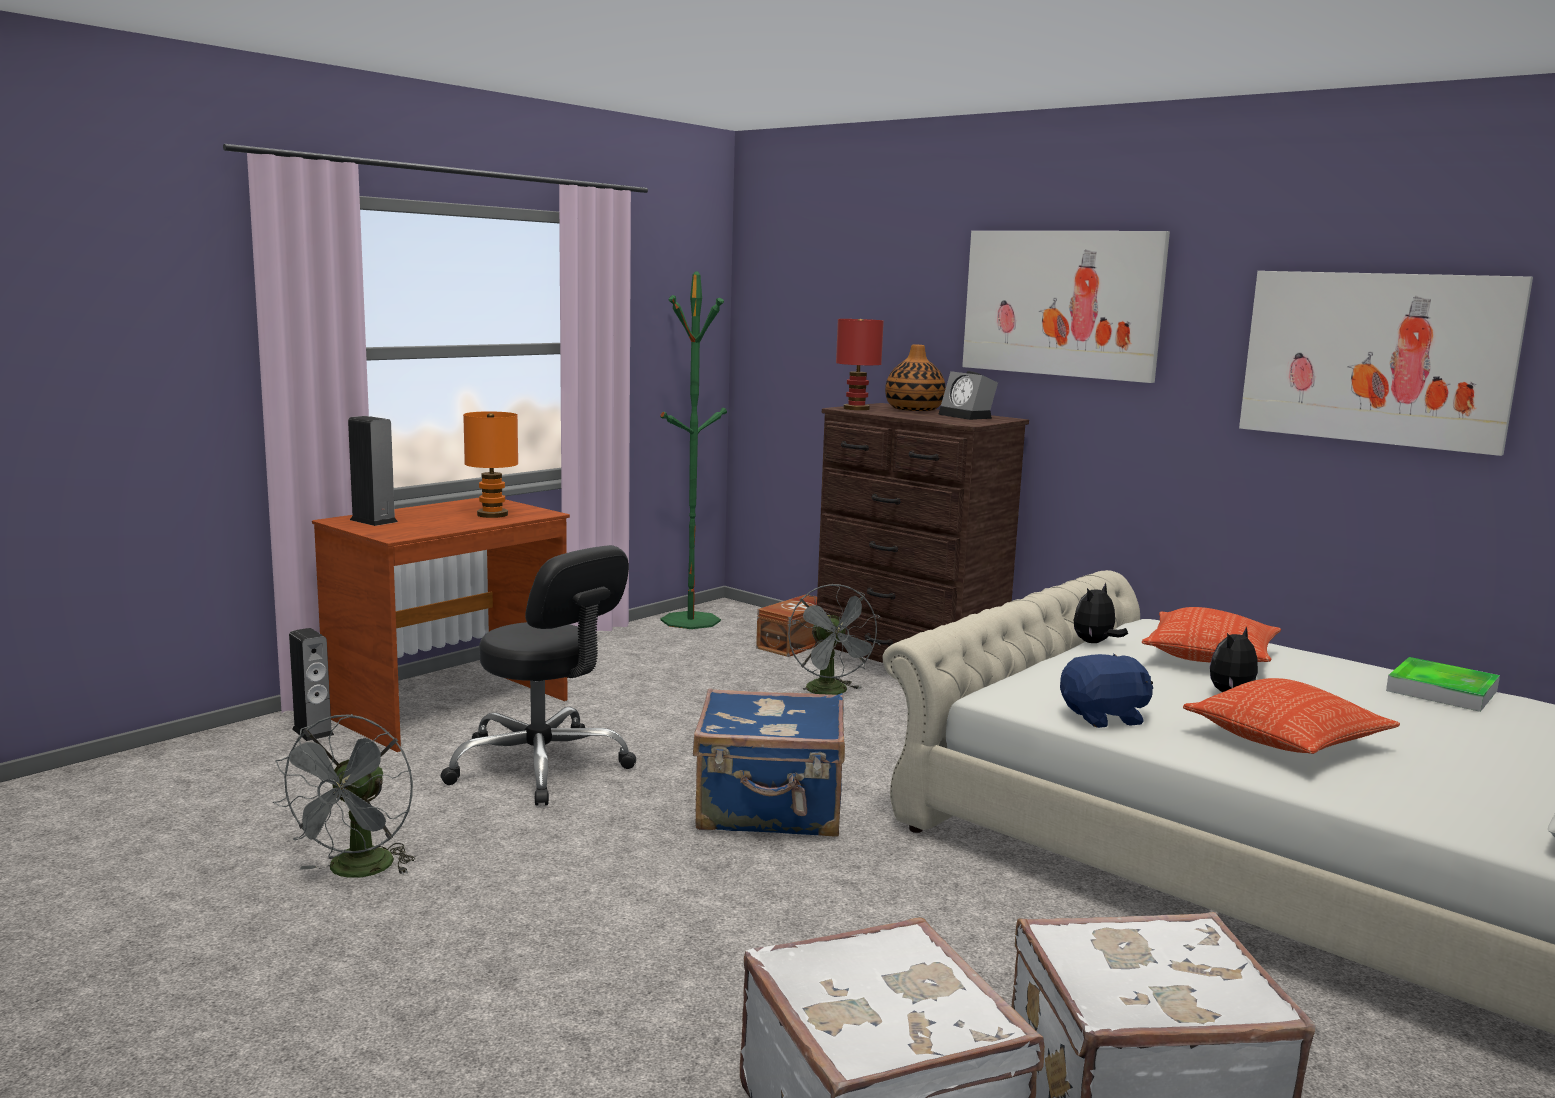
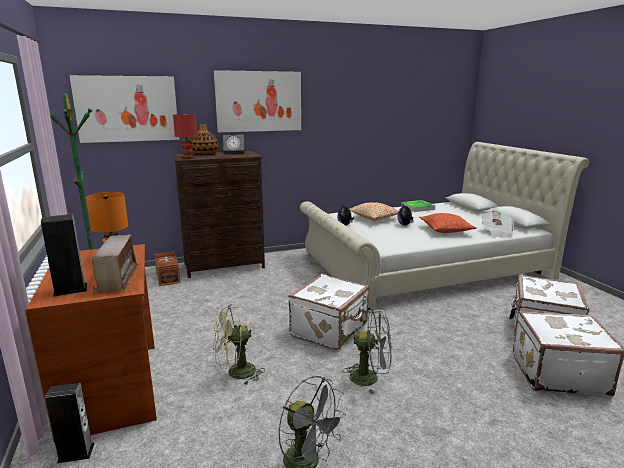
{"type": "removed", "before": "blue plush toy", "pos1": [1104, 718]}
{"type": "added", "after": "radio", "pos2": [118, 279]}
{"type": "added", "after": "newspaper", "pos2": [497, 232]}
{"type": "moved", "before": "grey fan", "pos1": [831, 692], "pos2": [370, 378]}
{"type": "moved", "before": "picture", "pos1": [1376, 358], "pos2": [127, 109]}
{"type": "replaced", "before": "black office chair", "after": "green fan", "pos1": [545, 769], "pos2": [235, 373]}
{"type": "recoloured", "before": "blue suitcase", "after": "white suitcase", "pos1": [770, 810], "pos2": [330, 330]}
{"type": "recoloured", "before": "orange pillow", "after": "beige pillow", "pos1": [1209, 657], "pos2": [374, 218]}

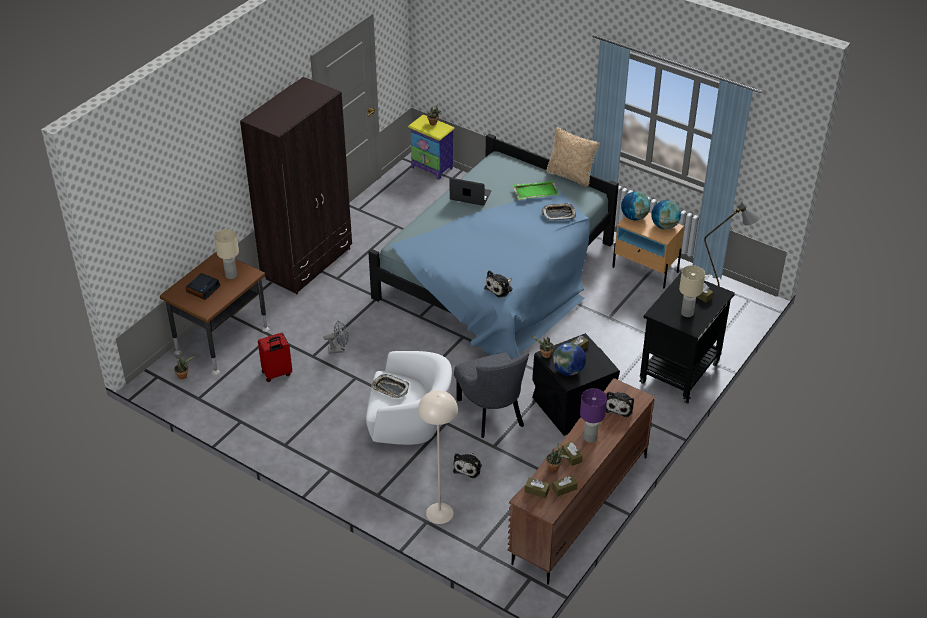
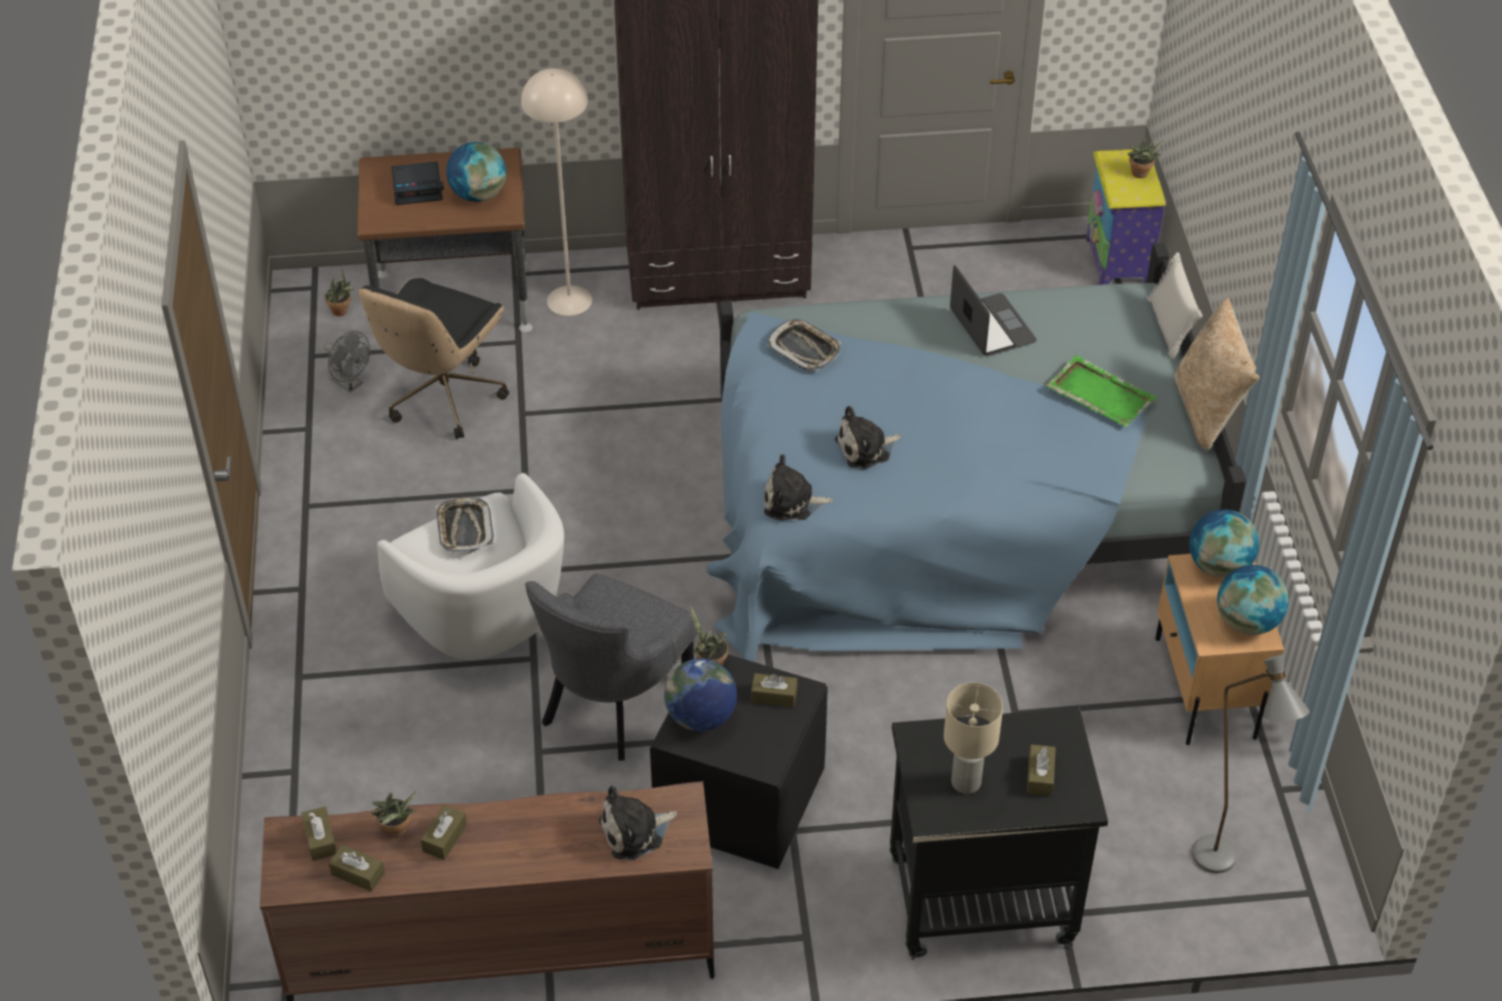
{"type": "removed", "before": "purple table lamp", "pos1": [590, 438]}
{"type": "added", "after": "white pillow", "pos2": [1170, 328]}
{"type": "moved", "before": "grey fan", "pos1": [339, 349], "pos2": [350, 384]}
{"type": "moved", "before": "beige floor lamp", "pos1": [439, 513], "pos2": [569, 300]}
{"type": "moved", "before": "plush toy", "pos1": [468, 467], "pos2": [866, 449]}
{"type": "moved", "before": "tray", "pos1": [559, 214], "pos2": [804, 349]}
{"type": "replaced", "before": "beige table lamp", "after": "globe", "pos1": [231, 275], "pos2": [478, 195]}
{"type": "replaced", "before": "red suitcase", "after": "black office chair", "pos1": [277, 374], "pos2": [444, 401]}

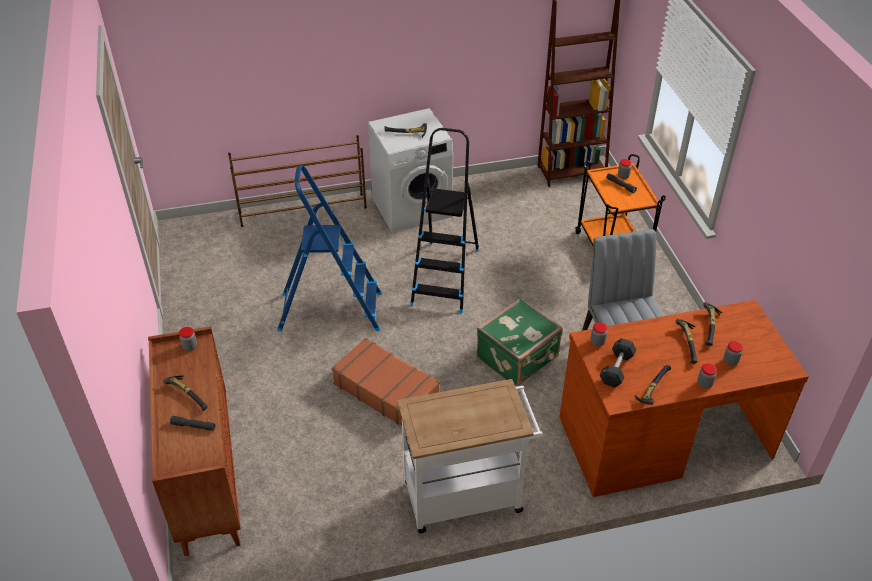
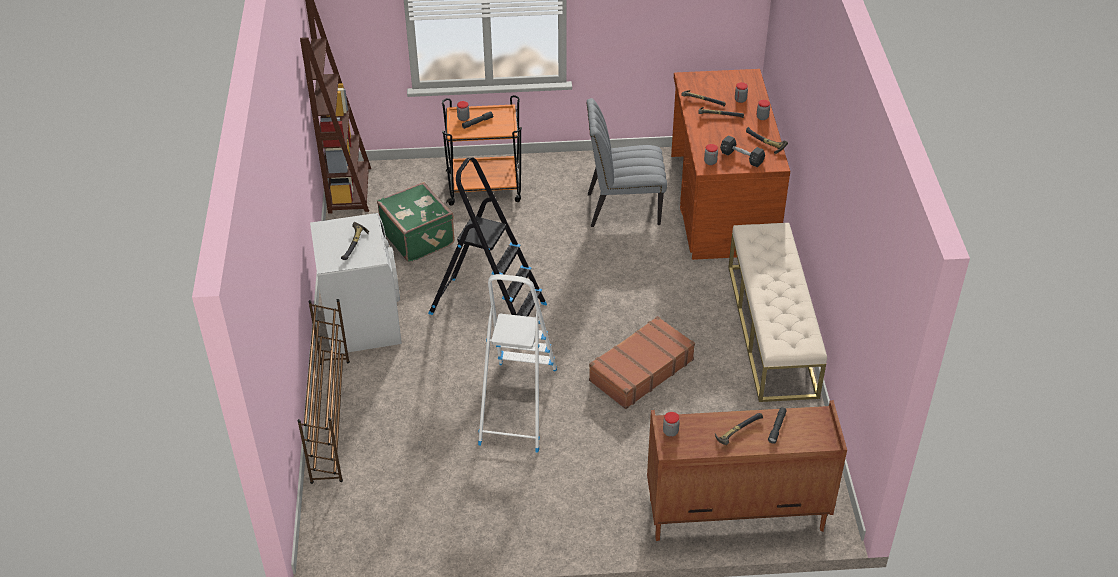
{"type": "moved", "before": "green suitcase", "pos1": [518, 358], "pos2": [418, 237]}
{"type": "replaced", "before": "white cart", "after": "beige bench", "pos1": [466, 497], "pos2": [772, 330]}
{"type": "recoloured", "before": "blue step ladder", "after": "white step ladder", "pos1": [331, 311], "pos2": [518, 404]}

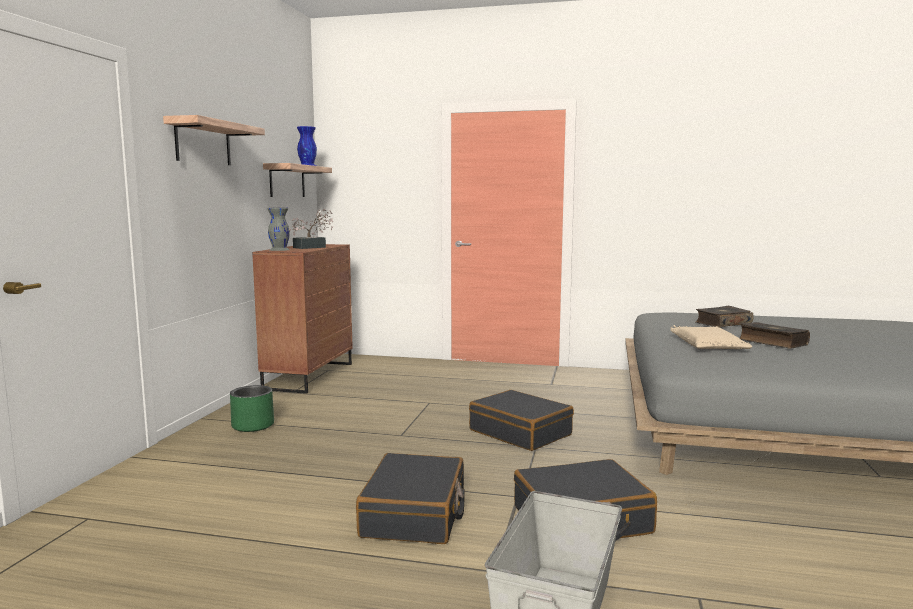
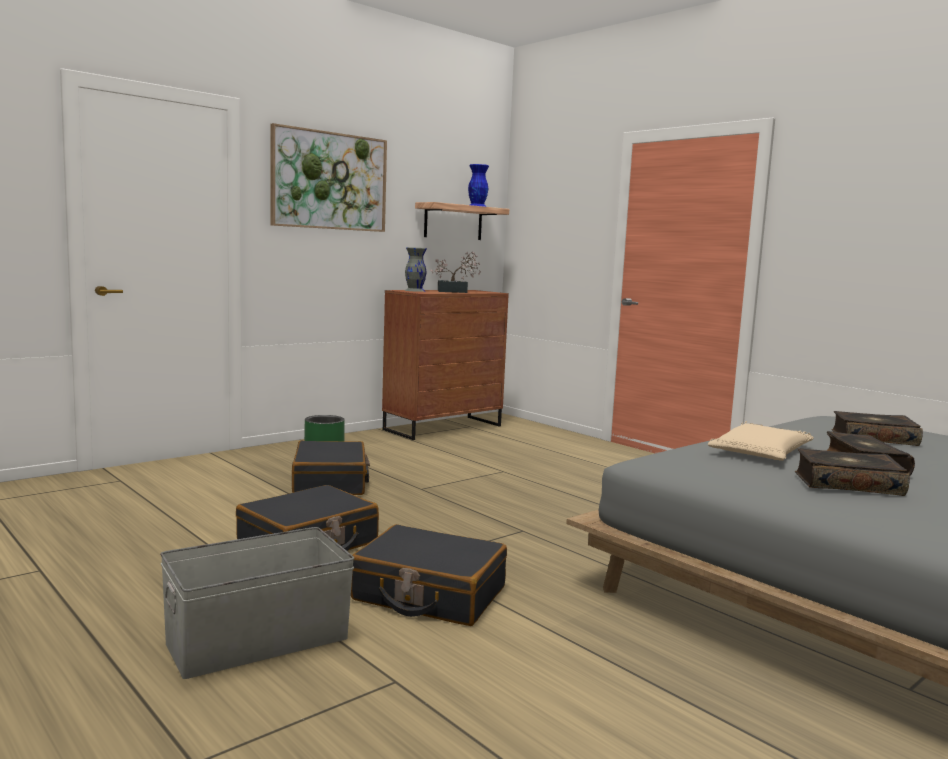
{"type": "added", "after": "book", "pos2": [847, 484]}
{"type": "moved", "before": "black suitcase", "pos1": [520, 432], "pos2": [330, 482]}
{"type": "replaced", "before": "shelf", "after": "picture", "pos1": [203, 143], "pos2": [329, 181]}

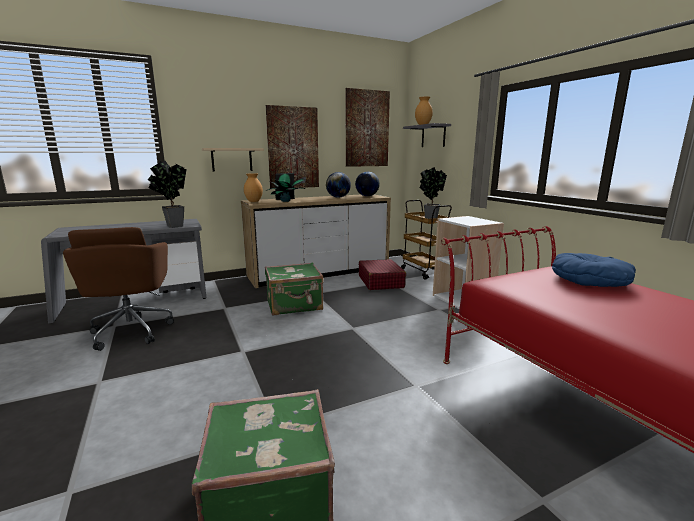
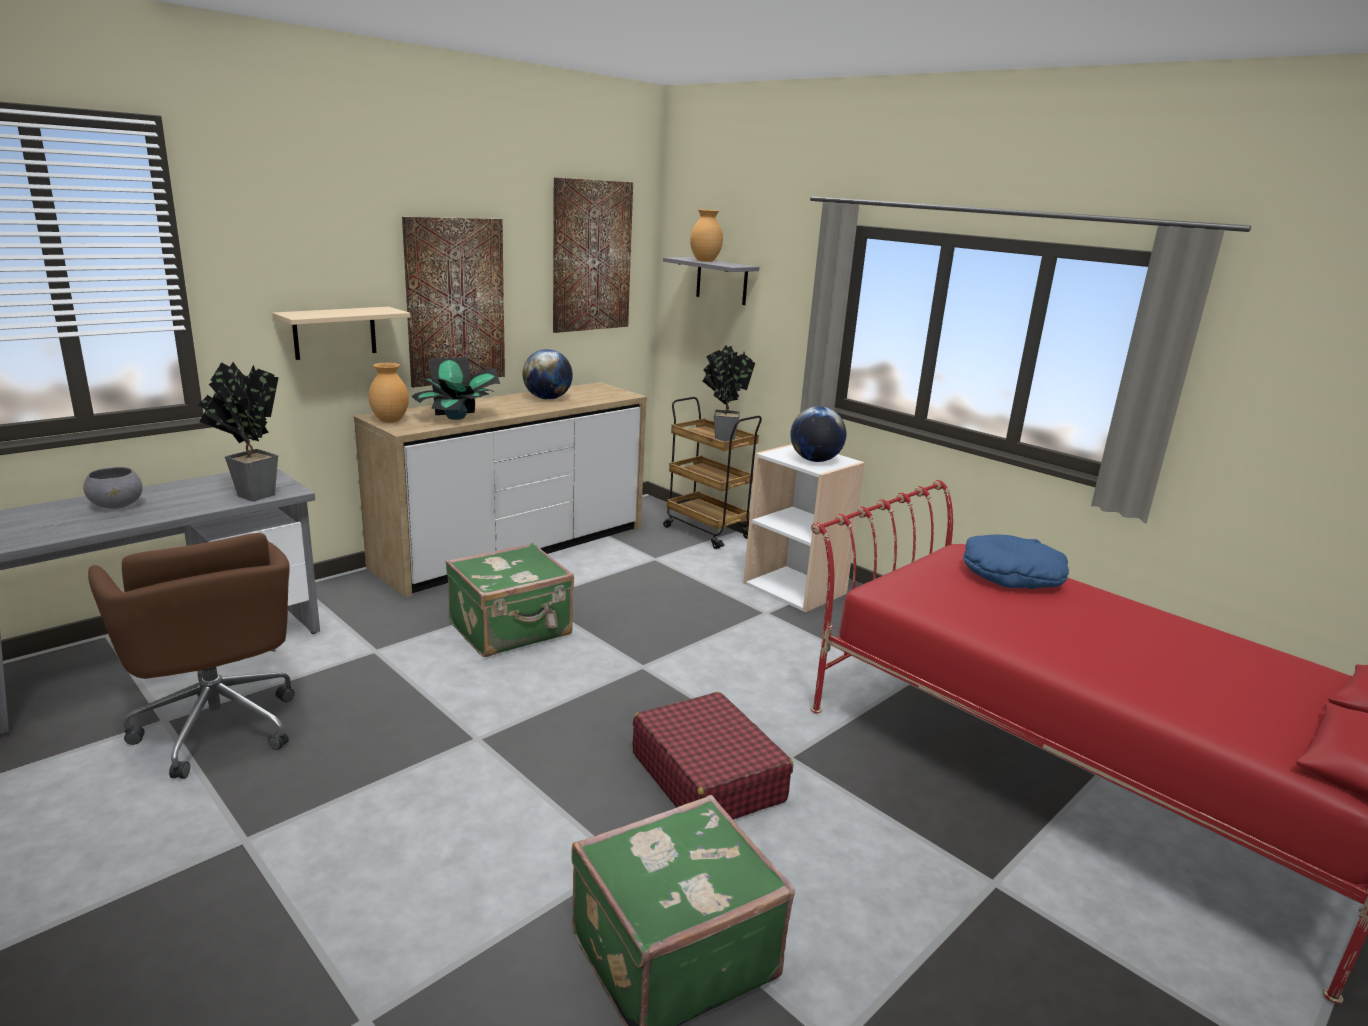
{"type": "added", "after": "grey bowl", "pos2": [117, 506]}
{"type": "moved", "before": "globe", "pos1": [367, 196], "pos2": [815, 460]}
{"type": "moved", "before": "red suitcase", "pos1": [381, 282], "pos2": [707, 776]}

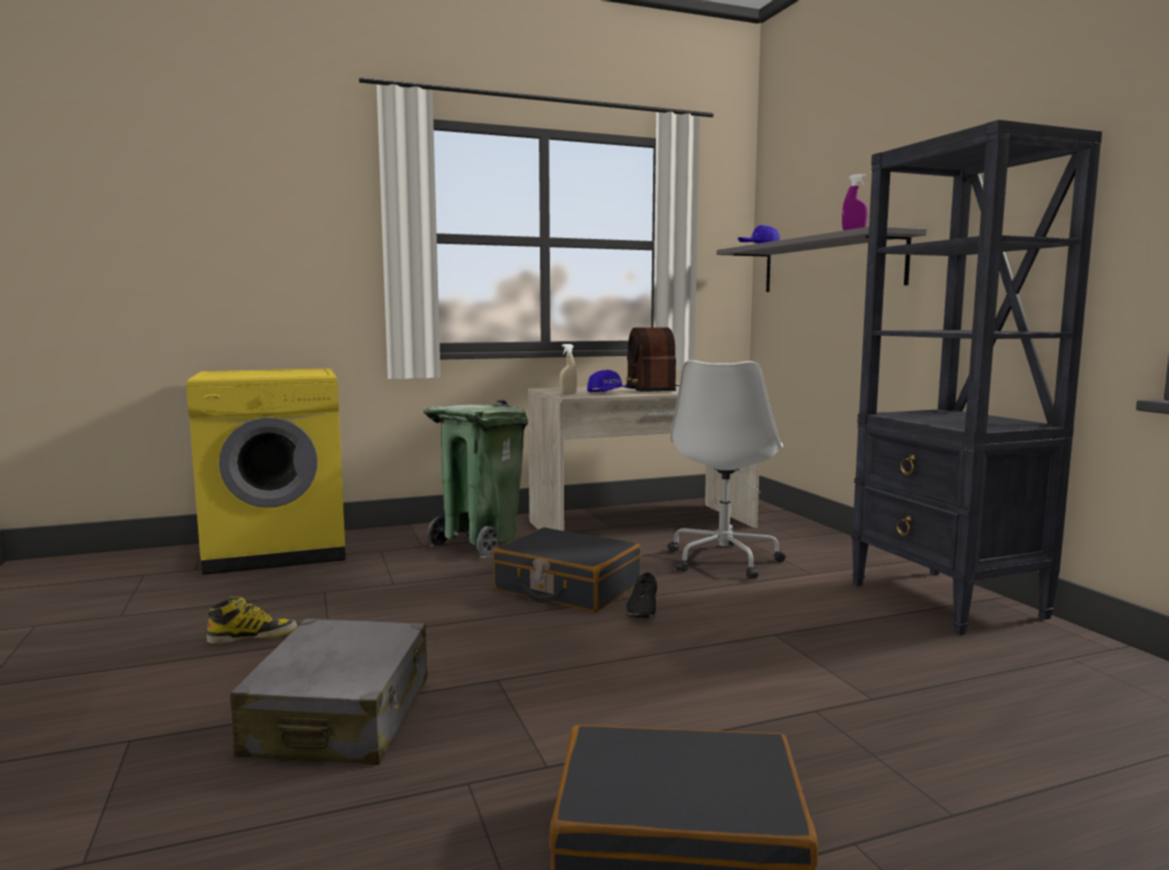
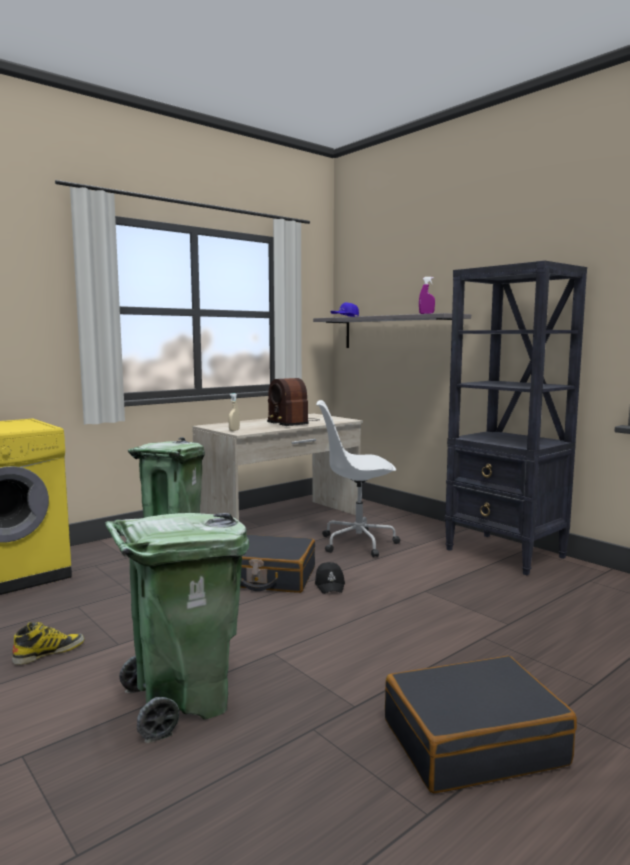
{"type": "removed", "before": "blue cap", "pos1": [608, 394]}
{"type": "replaced", "before": "grey suitcase", "after": "green trash can", "pos1": [340, 717], "pos2": [181, 702]}
{"type": "replaced", "before": "black shoe", "after": "black cap", "pos1": [643, 608], "pos2": [330, 585]}
{"type": "turned", "before": "white office chair", "pos1": [722, 561], "pos2": [356, 543], "turn": 90}

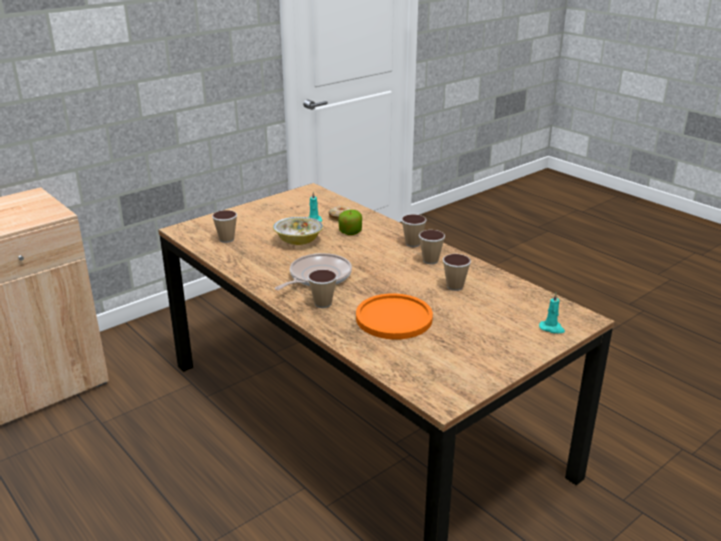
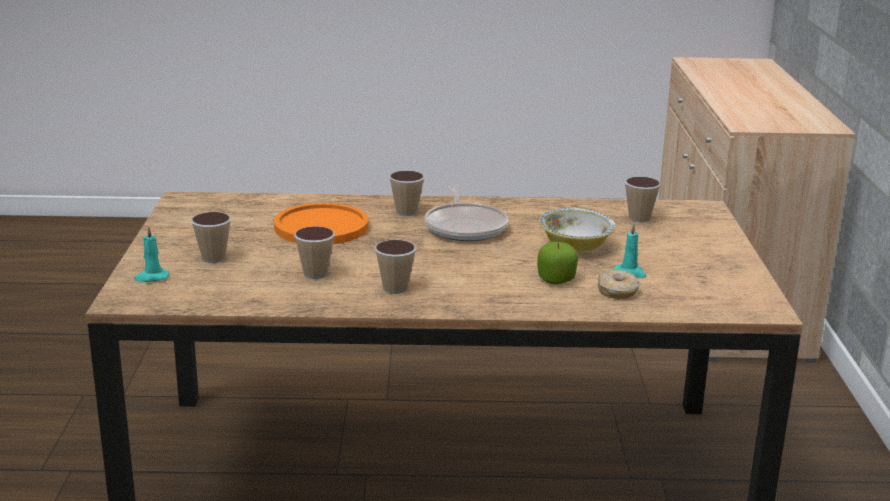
{"type": "moved", "before": "cup", "pos1": [413, 244], "pos2": [213, 258]}

